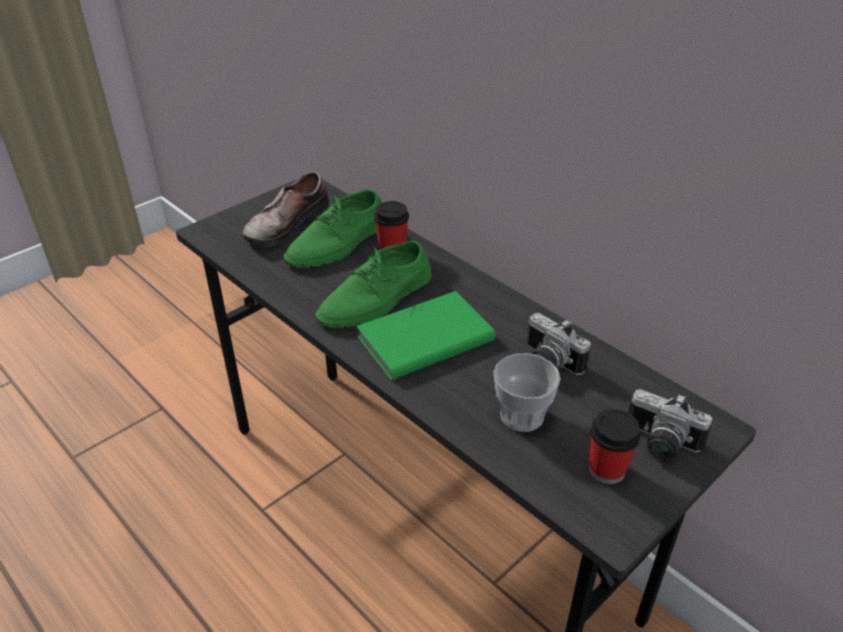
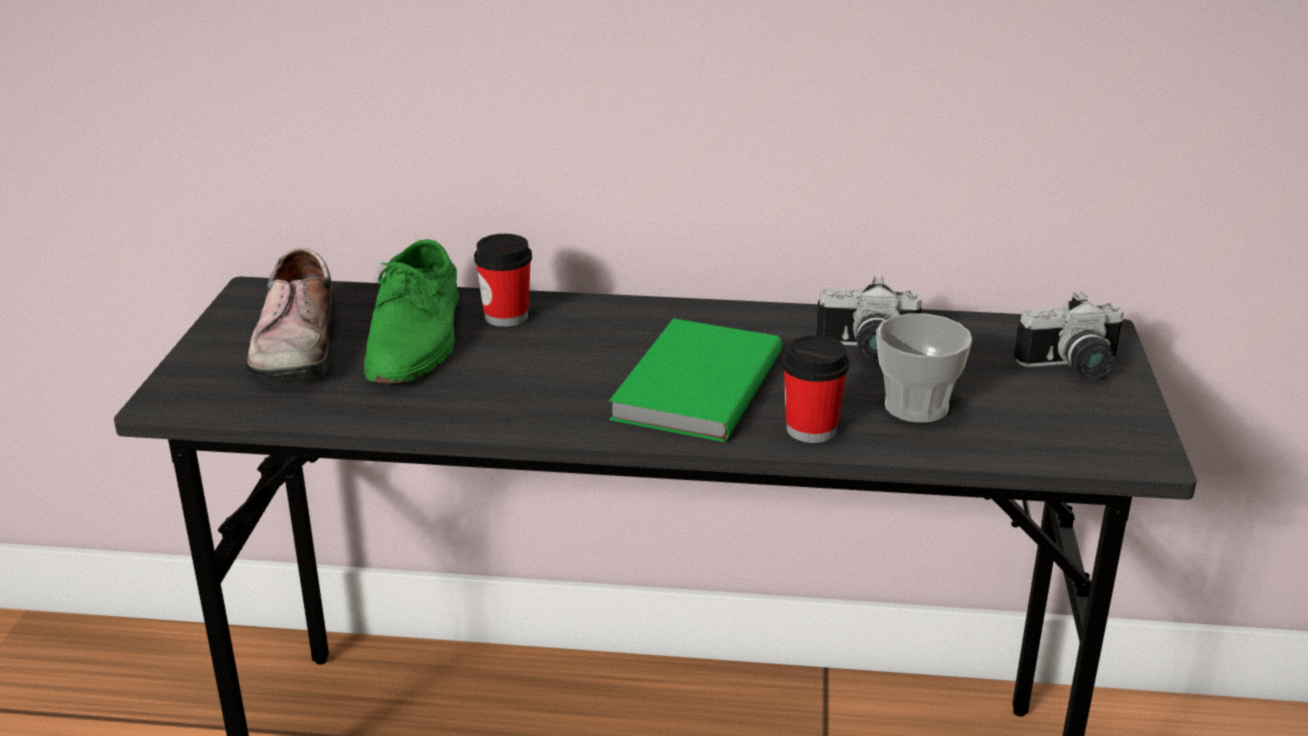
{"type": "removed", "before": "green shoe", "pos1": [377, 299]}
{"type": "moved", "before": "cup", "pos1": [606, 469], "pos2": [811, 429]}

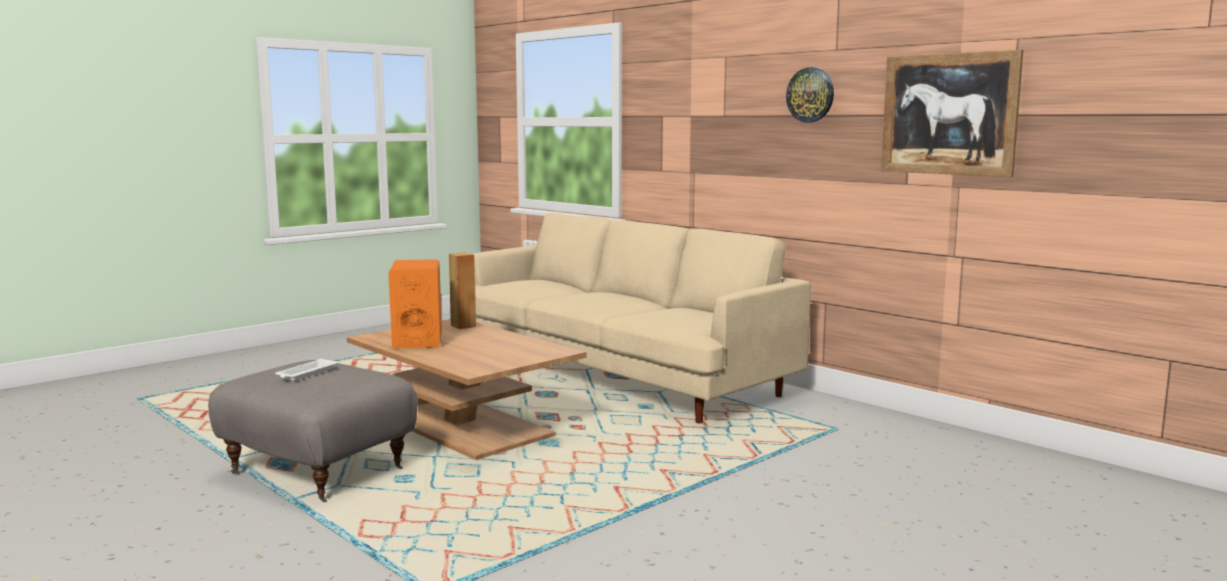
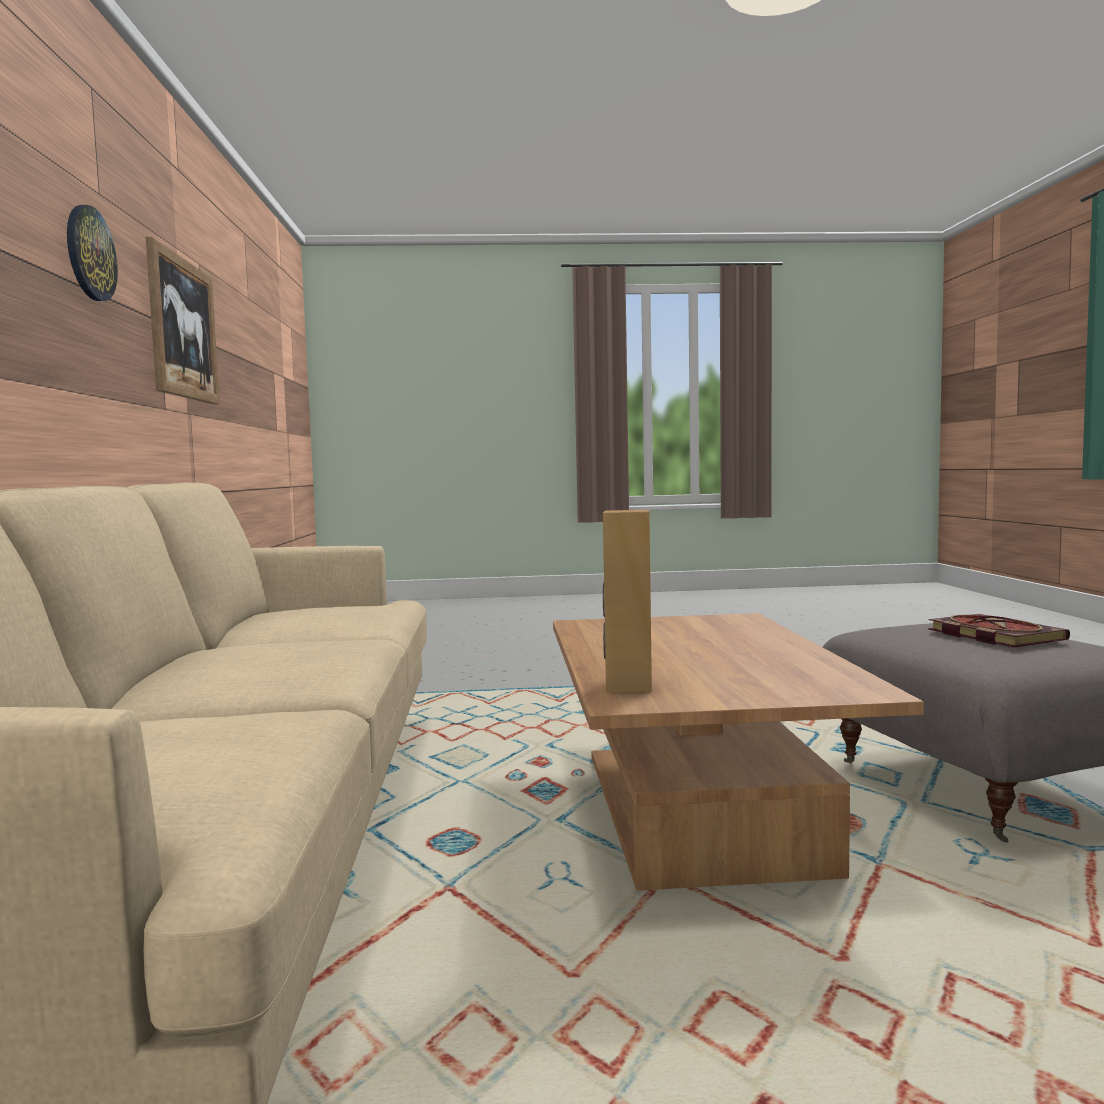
{"type": "removed", "before": "orange speaker", "pos1": [417, 340]}
{"type": "replaced", "before": "white tray", "after": "book", "pos1": [306, 373], "pos2": [991, 635]}

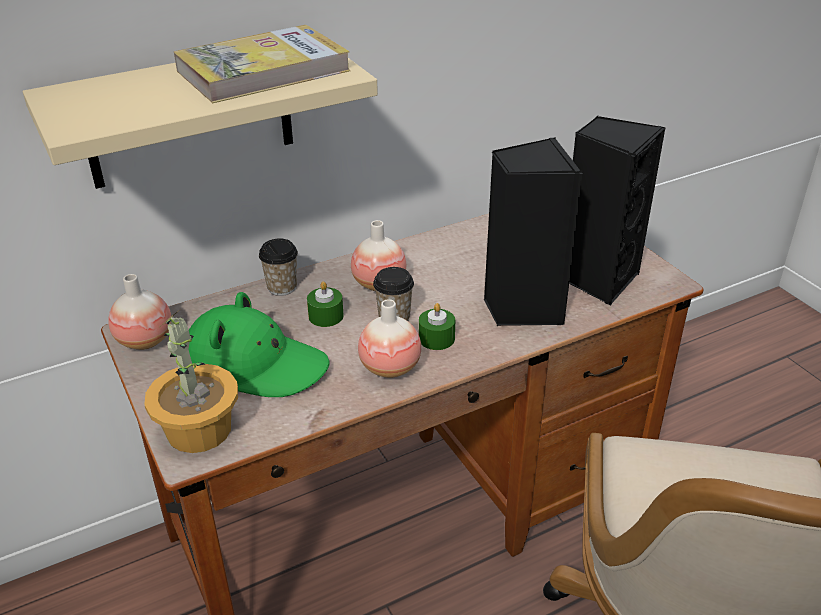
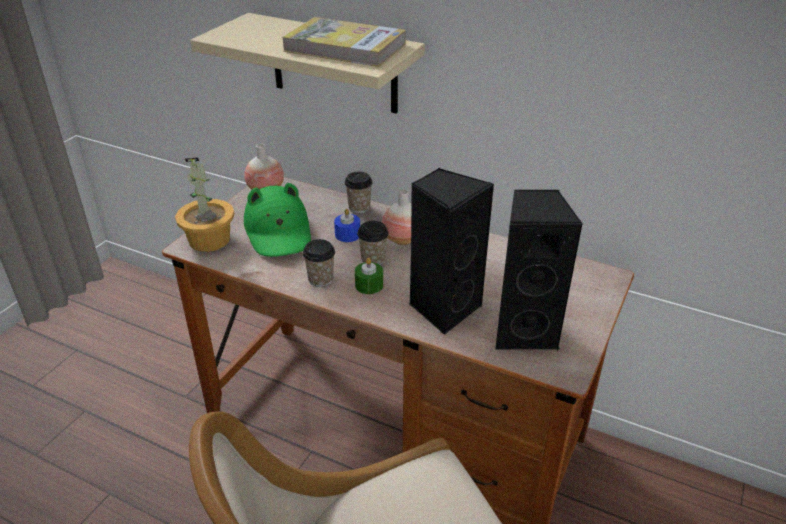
{"type": "replaced", "before": "vase", "after": "cup", "pos1": [390, 368], "pos2": [320, 279]}
{"type": "recoloured", "before": "green candle", "after": "blue candle", "pos1": [326, 316], "pos2": [347, 234]}

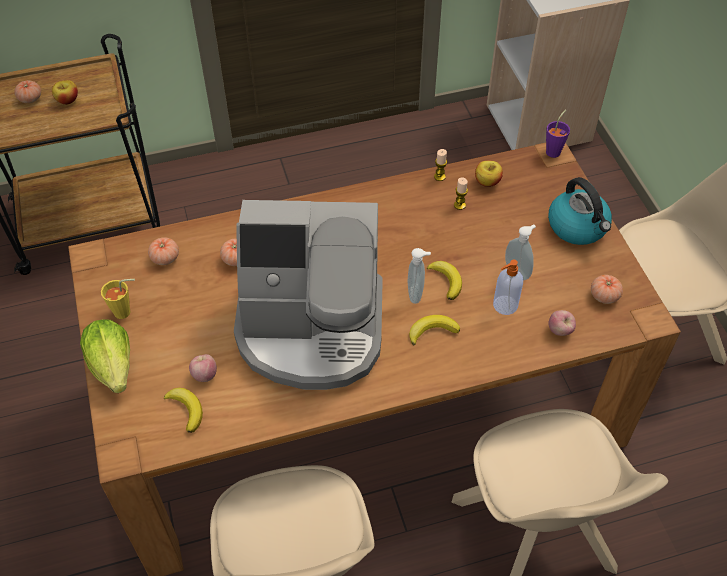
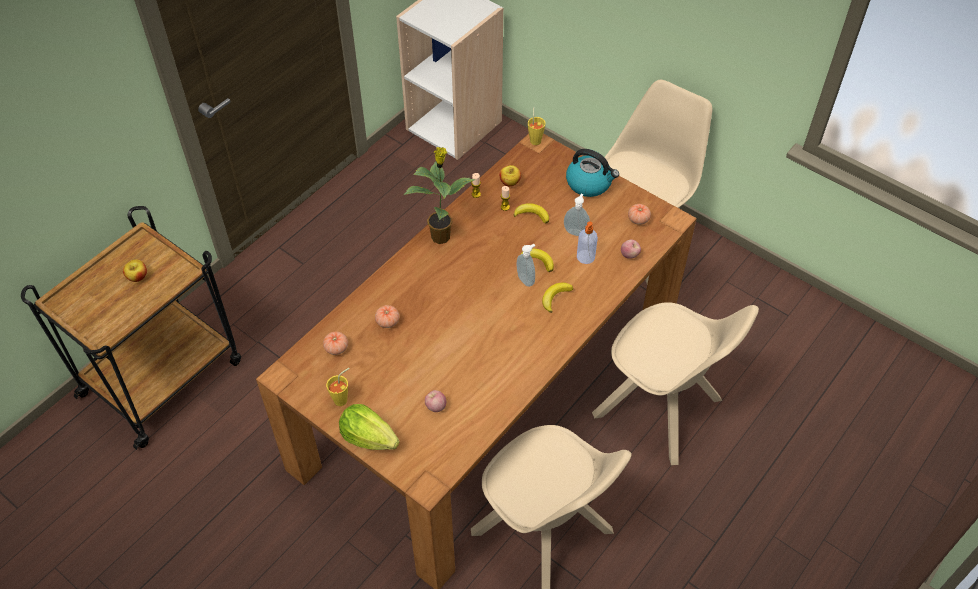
{"type": "removed", "before": "tomato", "pos1": [30, 98]}
{"type": "removed", "before": "coffee machine", "pos1": [311, 330]}
{"type": "added", "after": "potted plant", "pos2": [441, 235]}
{"type": "moved", "before": "banana", "pos1": [186, 409], "pos2": [532, 215]}
{"type": "recoloured", "before": "purple cup", "after": "yellow cup", "pos1": [555, 150], "pos2": [535, 139]}

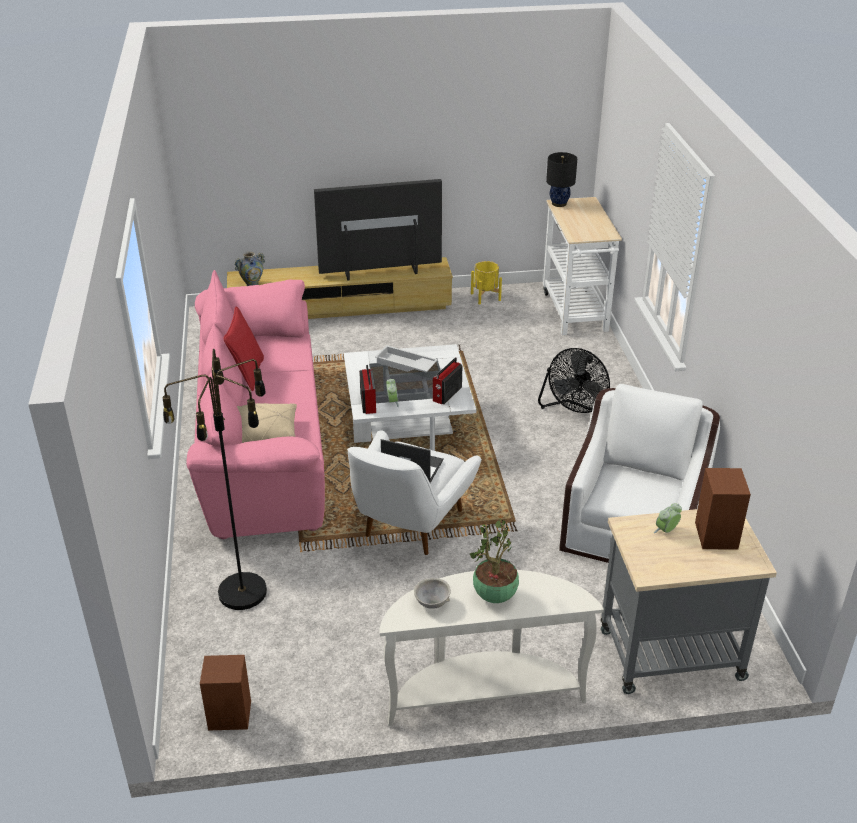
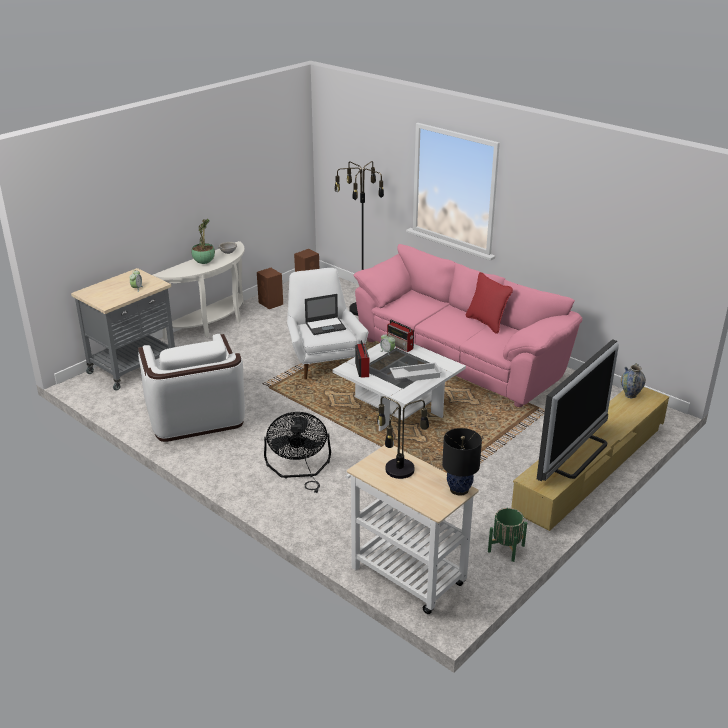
{"type": "removed", "before": "beige pillow", "pos1": [266, 433]}
{"type": "added", "after": "table lamp", "pos2": [399, 469]}
{"type": "moved", "before": "brown speaker", "pos1": [716, 534], "pos2": [271, 303]}
{"type": "recoloured", "before": "yellow planter", "after": "green planter", "pos1": [485, 297], "pos2": [506, 548]}

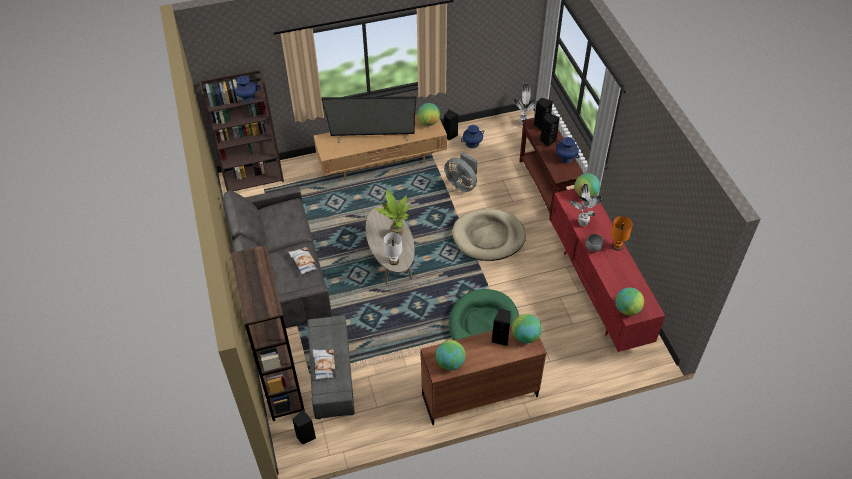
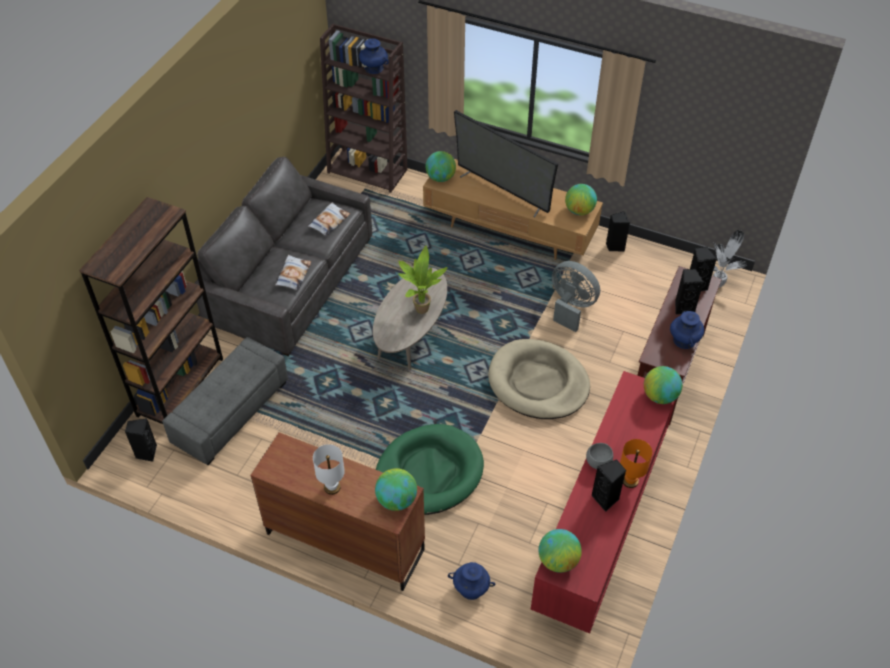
{"type": "removed", "before": "potted plant", "pos1": [582, 223]}
{"type": "moved", "before": "pillow", "pos1": [324, 365], "pos2": [329, 222]}
{"type": "moved", "before": "white table lamp", "pos1": [393, 261], "pos2": [331, 487]}
{"type": "moved", "before": "globe", "pos1": [450, 363], "pos2": [440, 178]}
{"type": "moved", "before": "blue vase", "pos1": [472, 143], "pos2": [471, 588]}
{"type": "moved", "before": "black speaker", "pos1": [501, 338], "pos2": [606, 499]}
{"type": "turned", "before": "grey fan", "pos1": [462, 184], "pos2": [571, 307], "turn": 135}

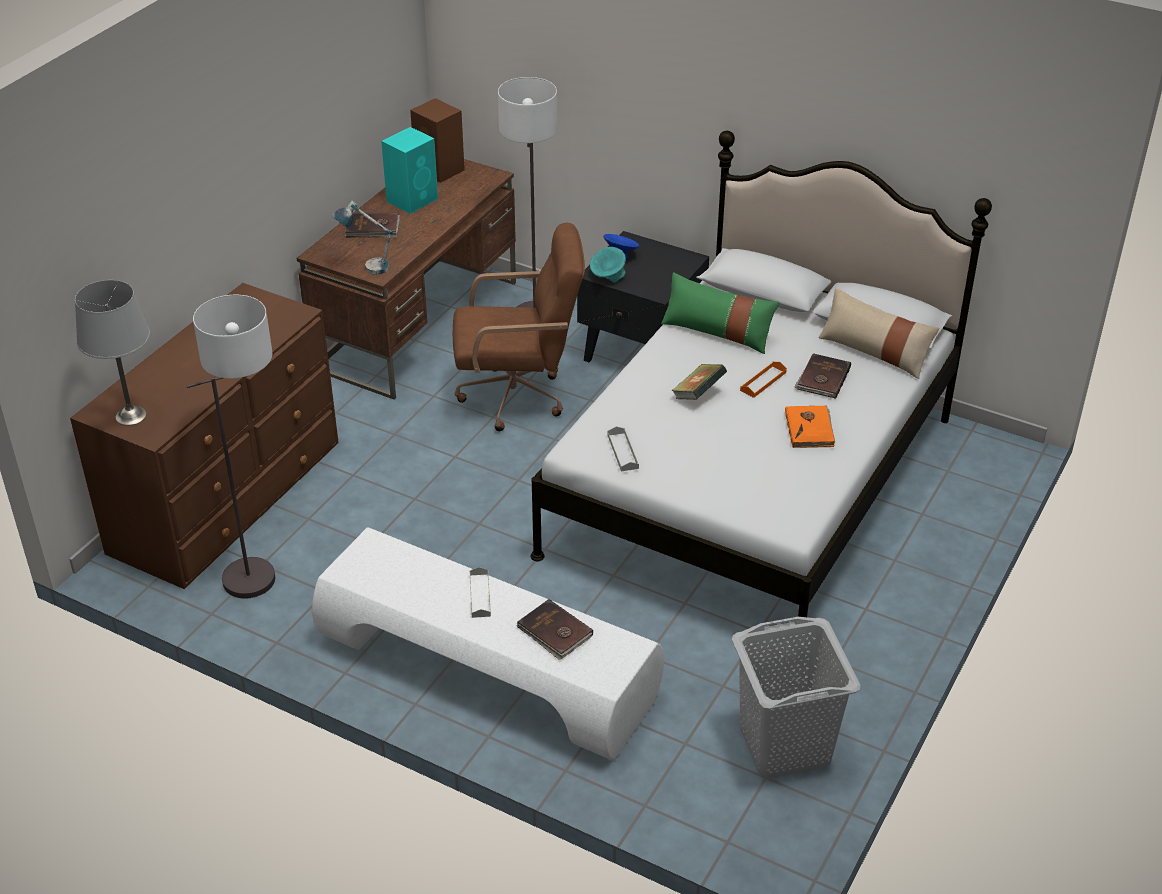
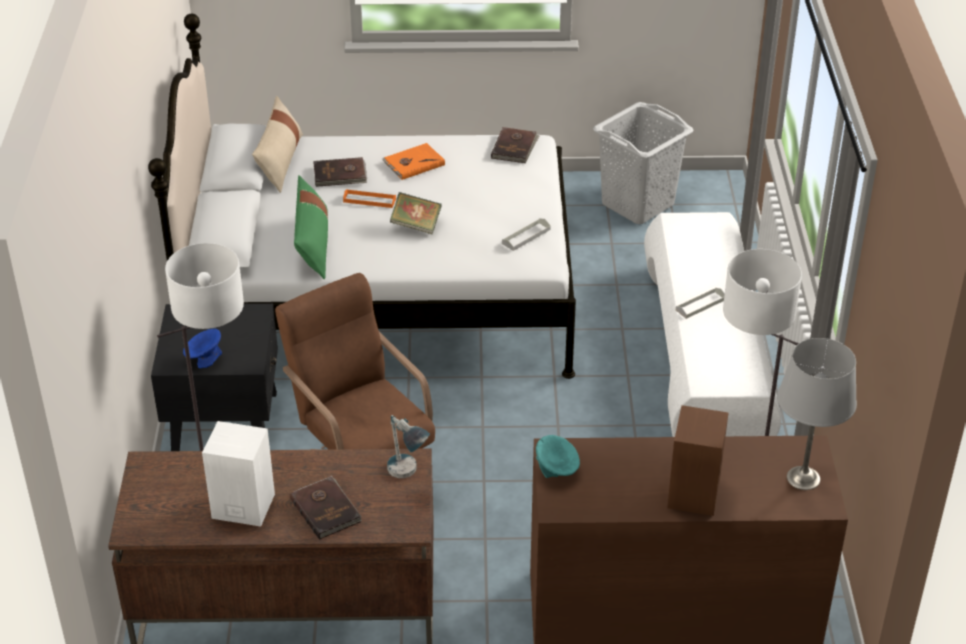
{"type": "moved", "before": "brown speaker", "pos1": [440, 170], "pos2": [694, 492]}
{"type": "moved", "before": "brown book", "pos1": [554, 632], "pos2": [515, 147]}
{"type": "moved", "before": "turquoise bowl", "pos1": [608, 277], "pos2": [556, 471]}
{"type": "recoloured", "before": "turquoise speaker", "after": "white speaker", "pos1": [413, 199], "pos2": [241, 506]}

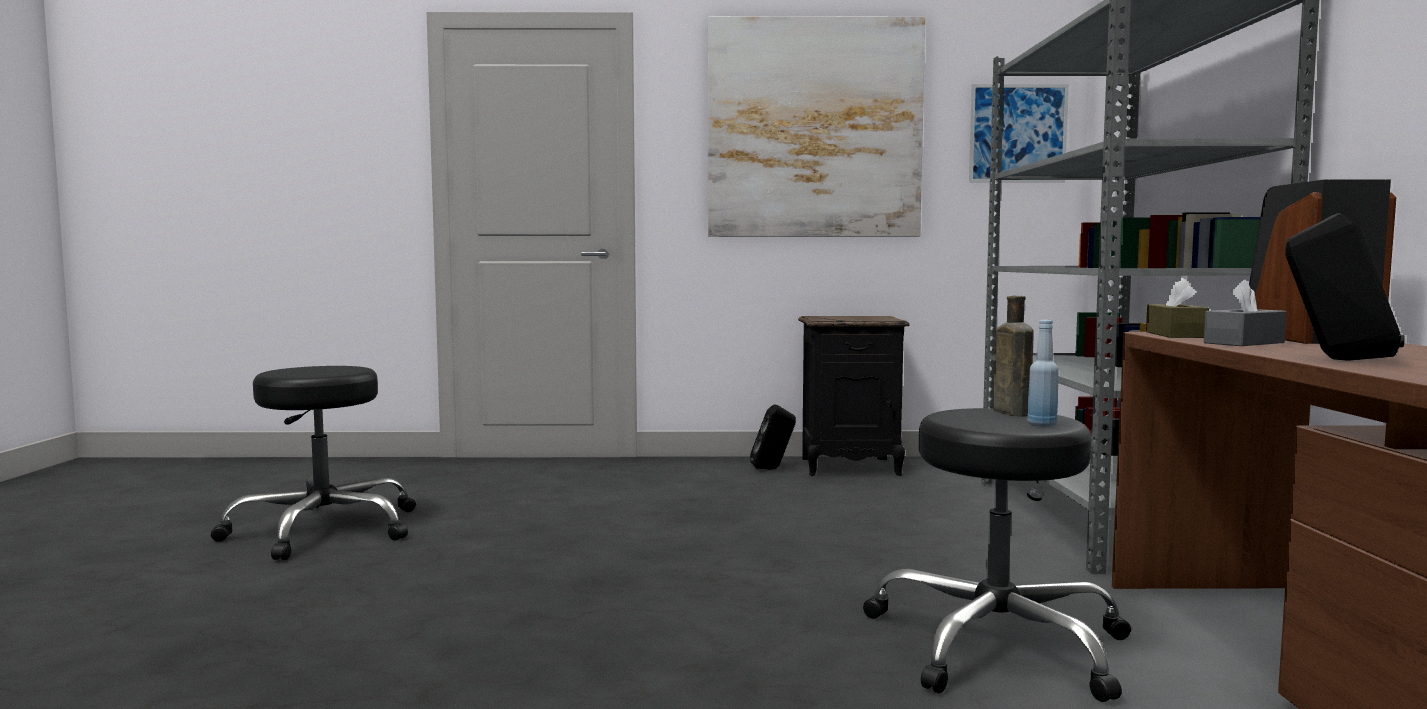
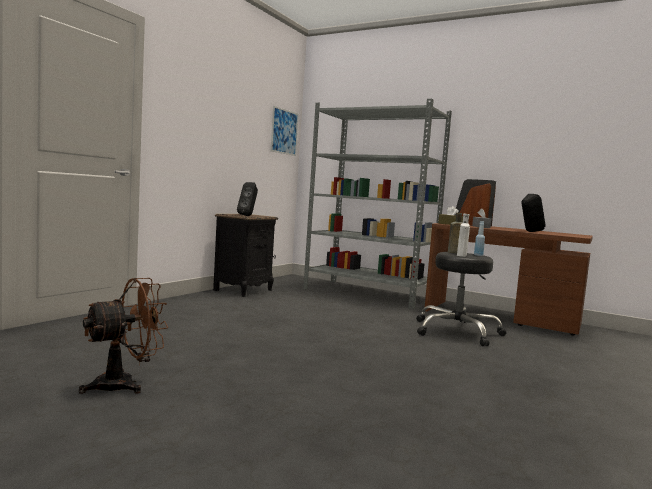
{"type": "removed", "before": "picture", "pos1": [814, 128]}
{"type": "added", "after": "white bottle", "pos2": [461, 255]}
{"type": "moved", "before": "black speaker", "pos1": [773, 469], "pos2": [248, 216]}
{"type": "replaced", "before": "black stool", "after": "brown fan", "pos1": [324, 529], "pos2": [124, 384]}

